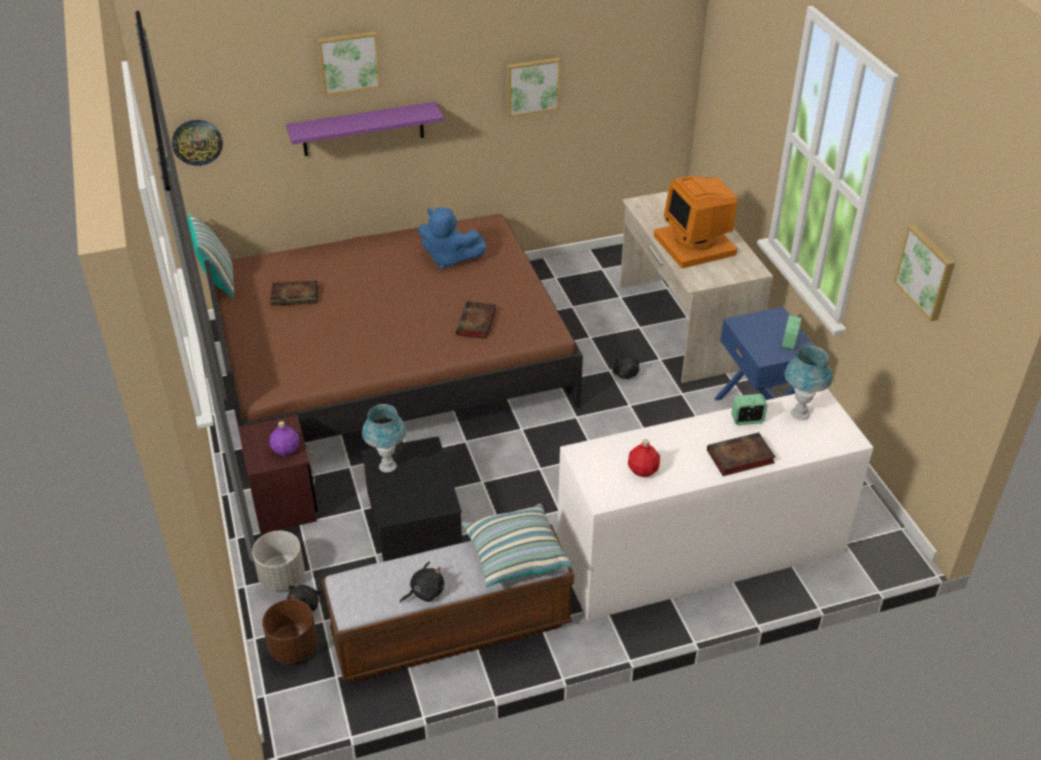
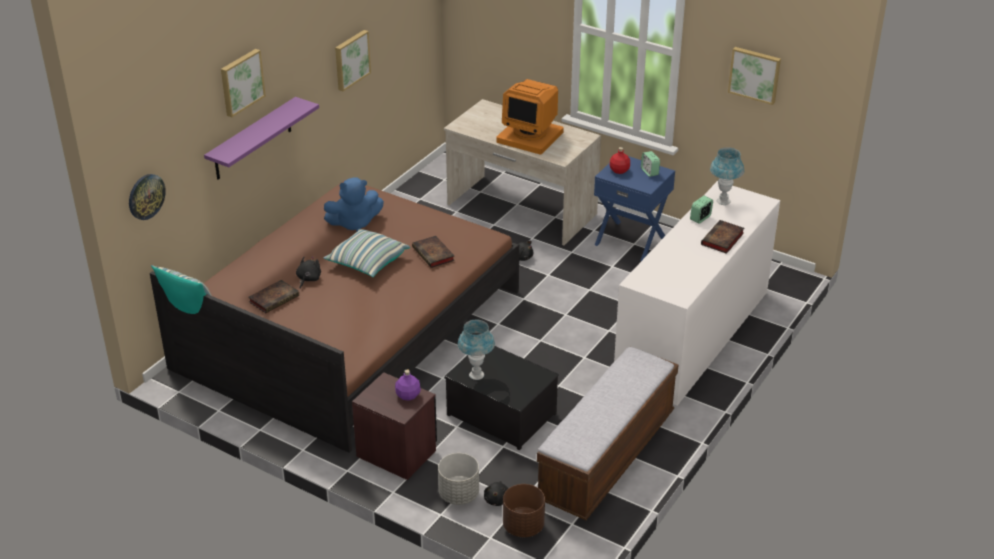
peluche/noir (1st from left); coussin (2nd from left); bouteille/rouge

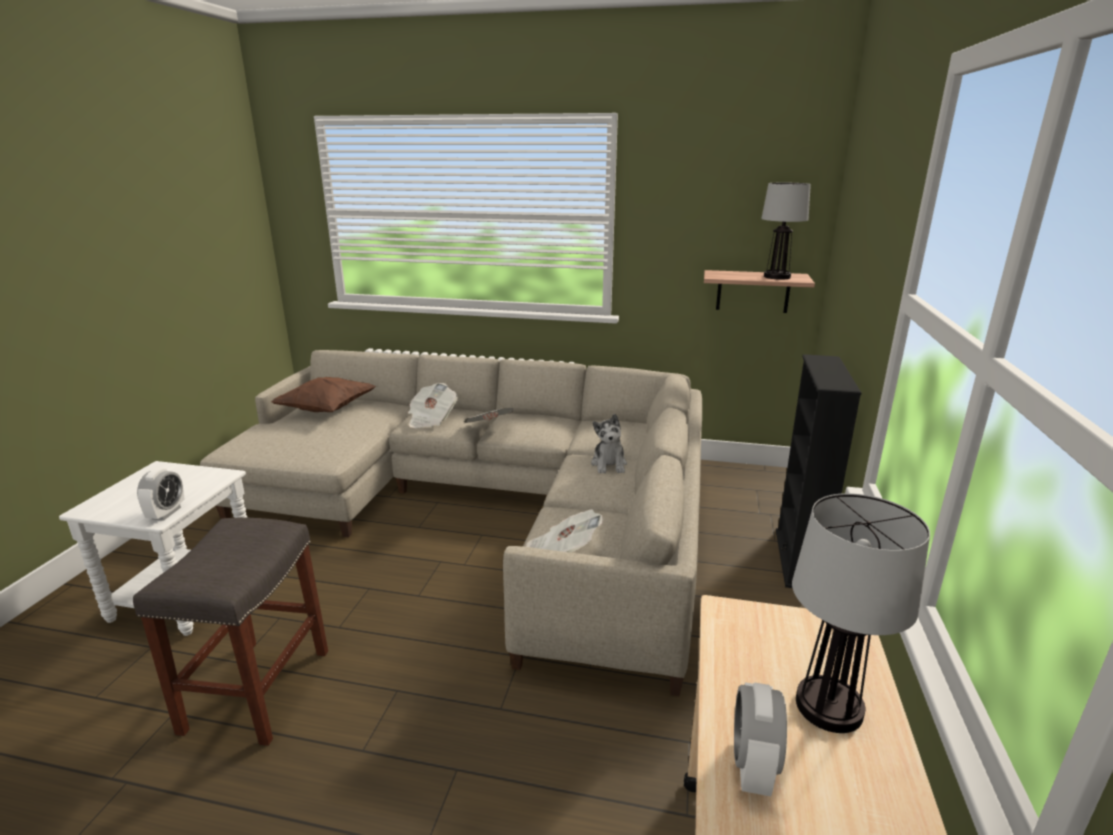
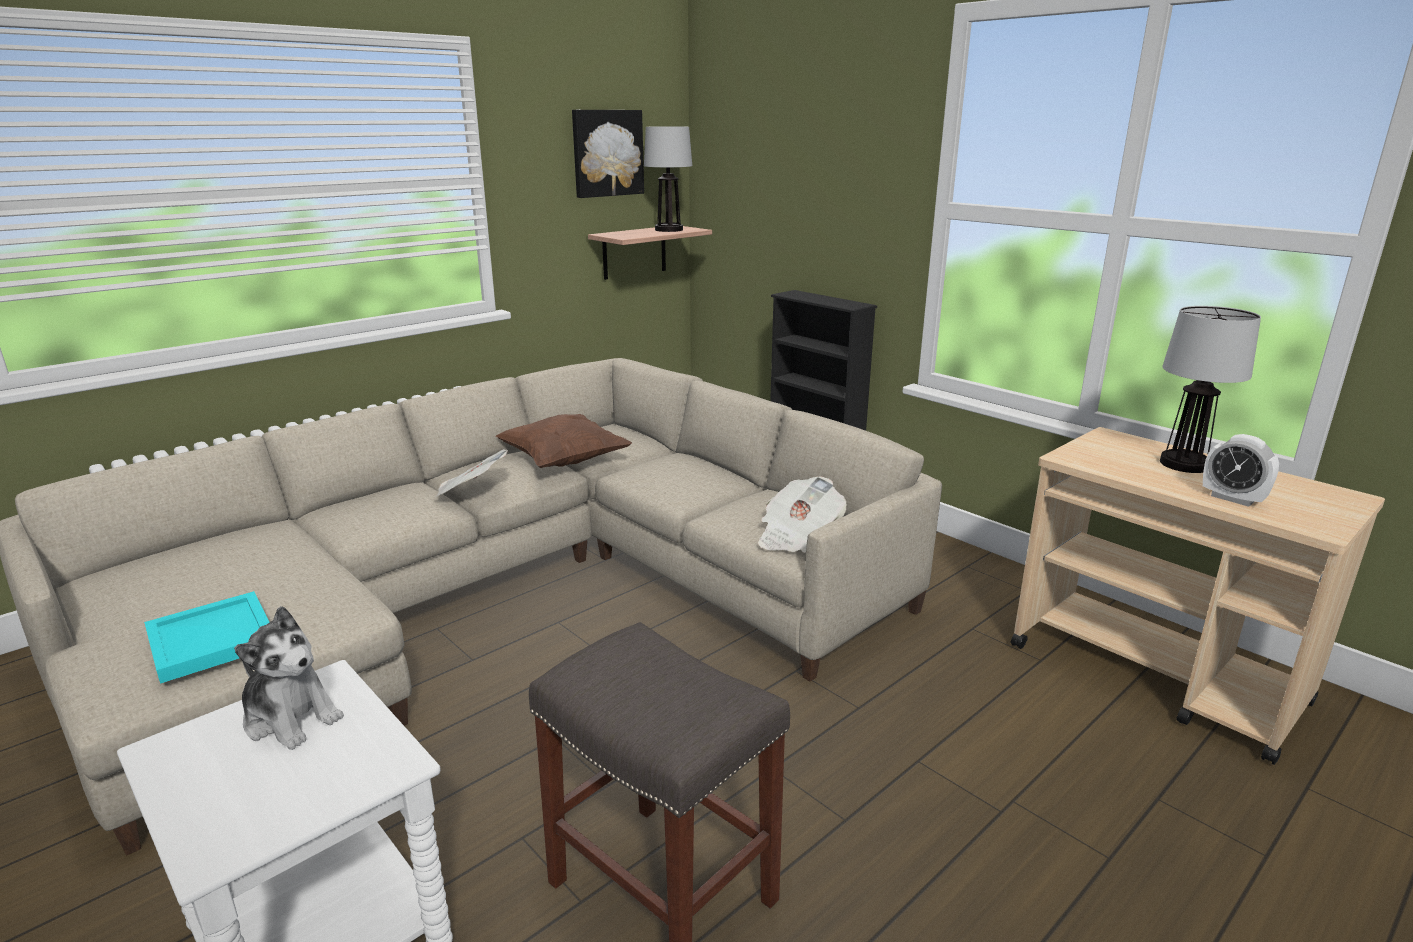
plateau/turquoise; peluche; coussin/marron; tableau; réveil (1st from left in the first image); journal (1st from left in the first image)

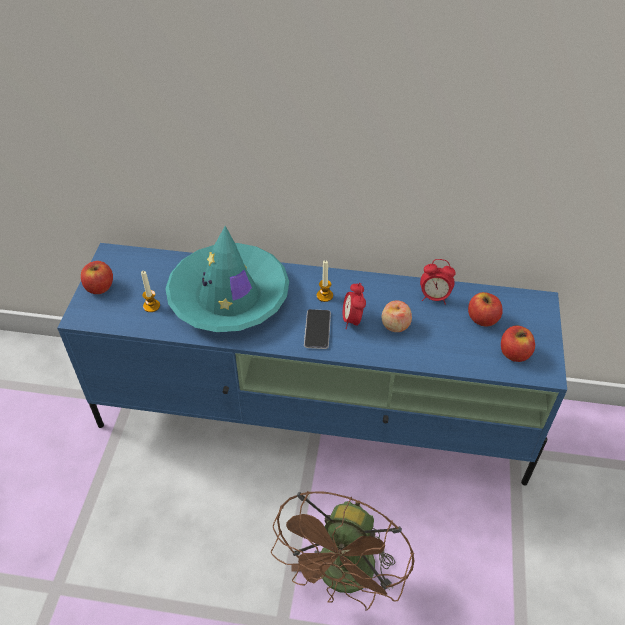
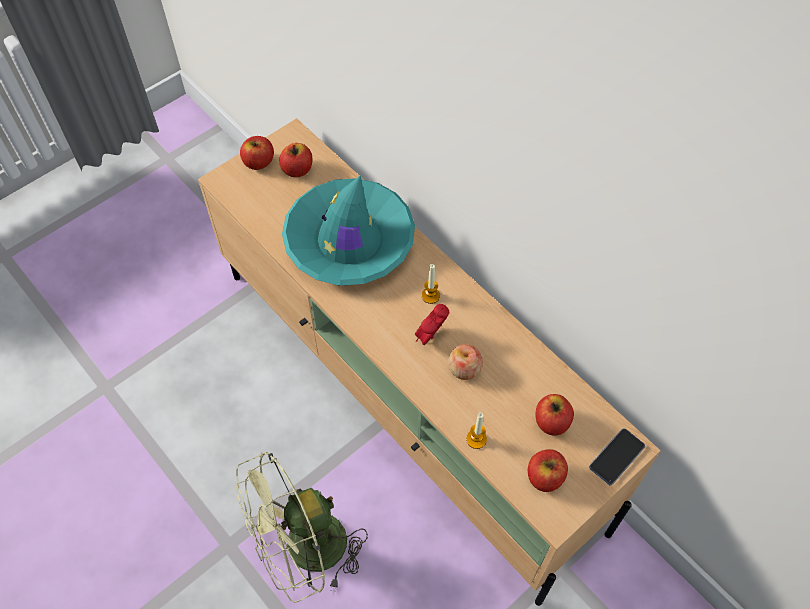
meuble télé/beige; ventilateur/vert; pomme (2nd from left); bougie (2nd from left); téléphone; réveil (2nd from left in the first image)

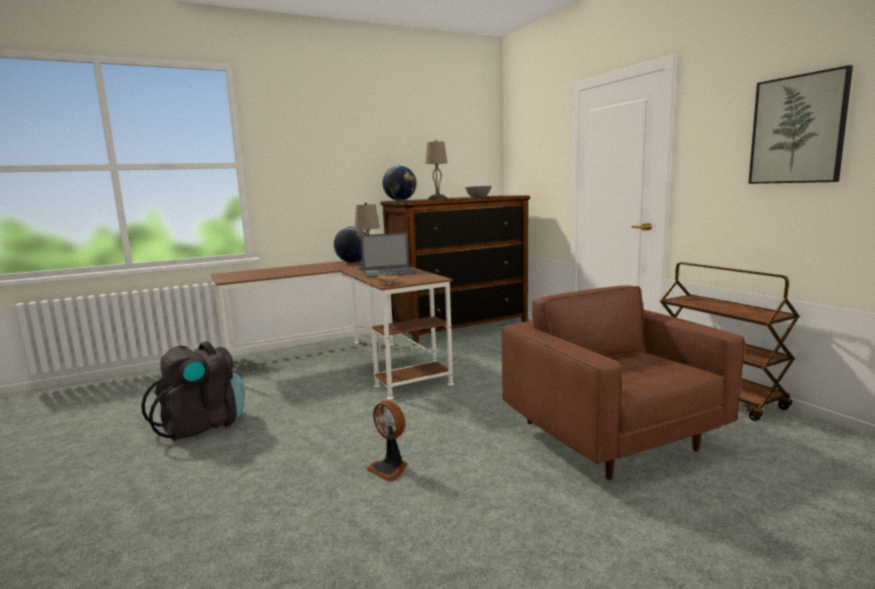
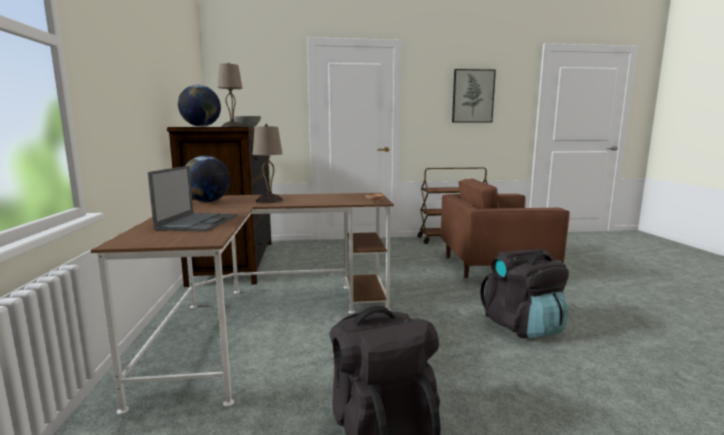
ordinateur portable; sac à dos/noir (2nd from left)

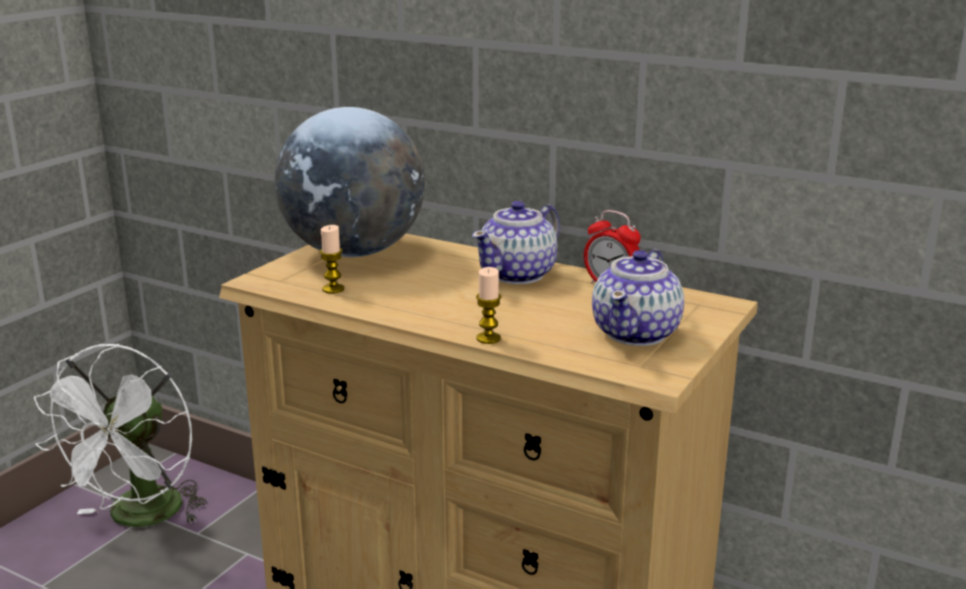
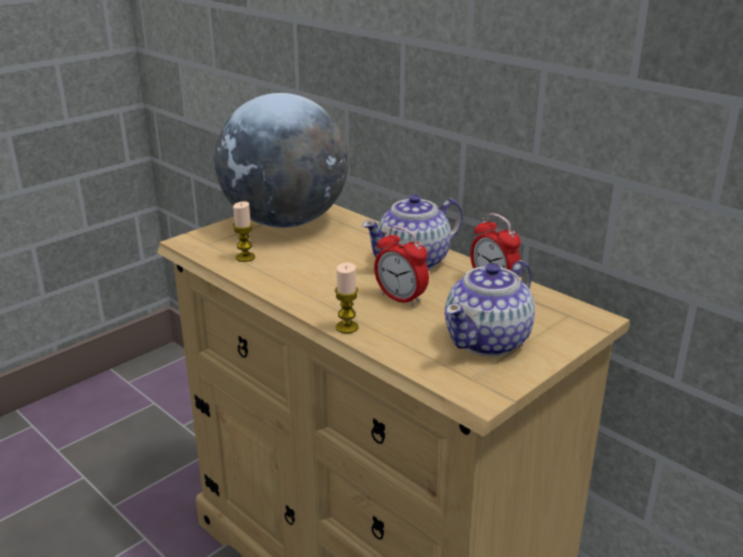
réveil (1st from left); ventilateur/blanc

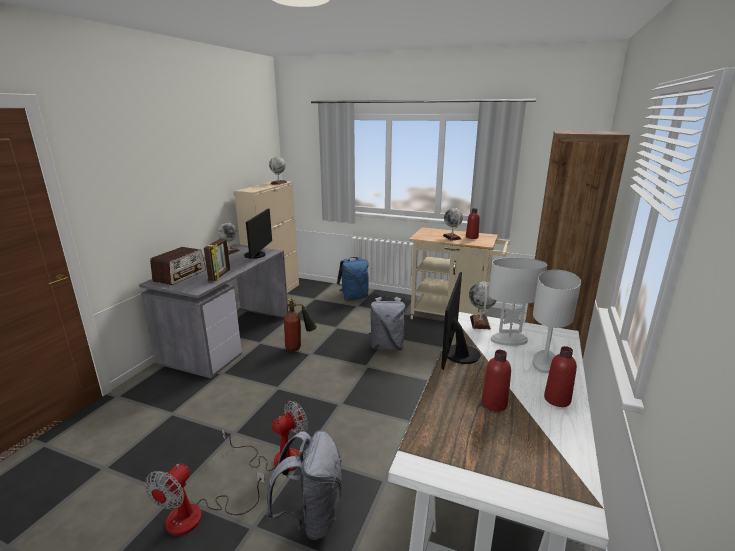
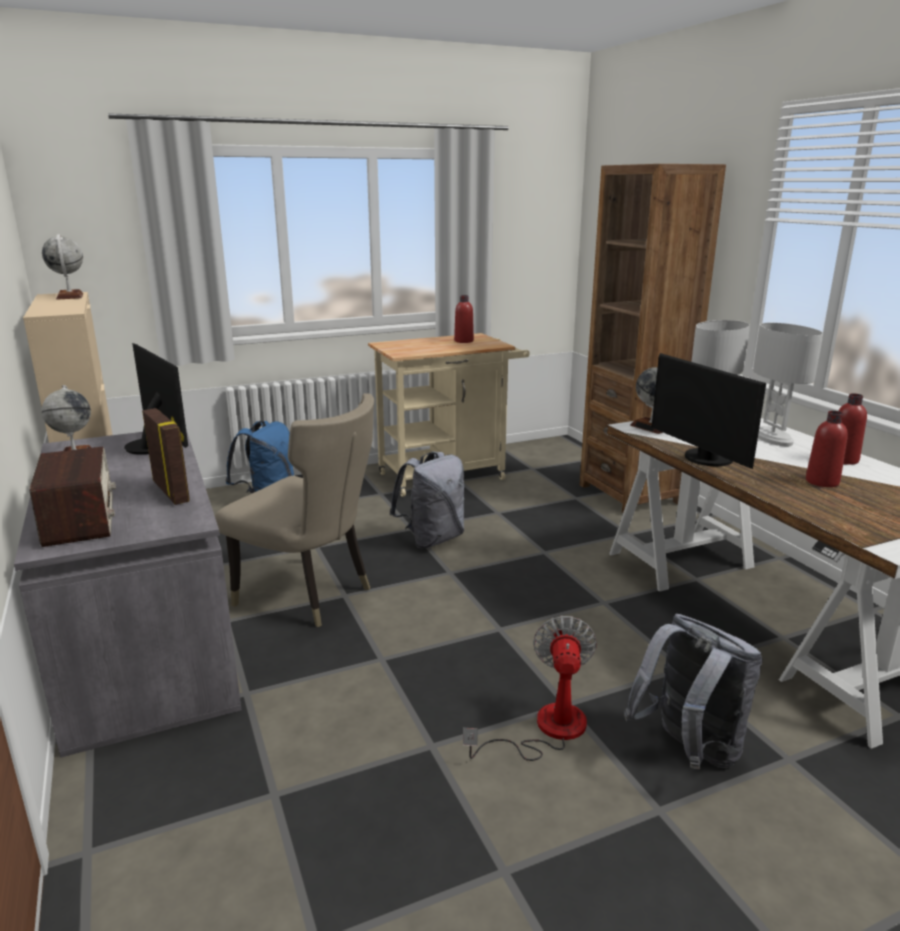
chaise/beige; ventilateur (1st from left in the first image); globe (3rd from left in the first image)

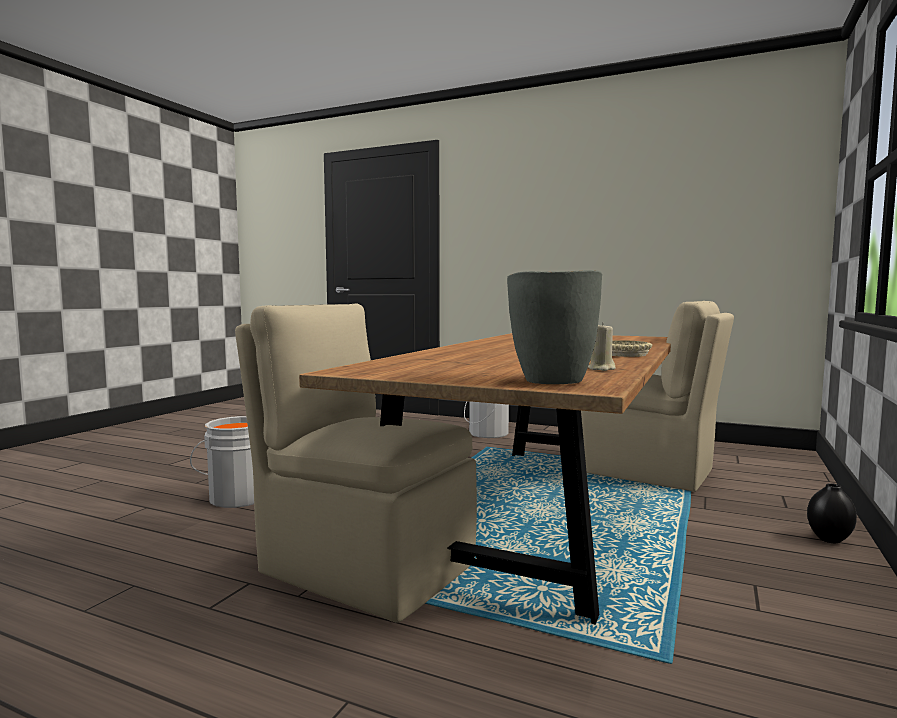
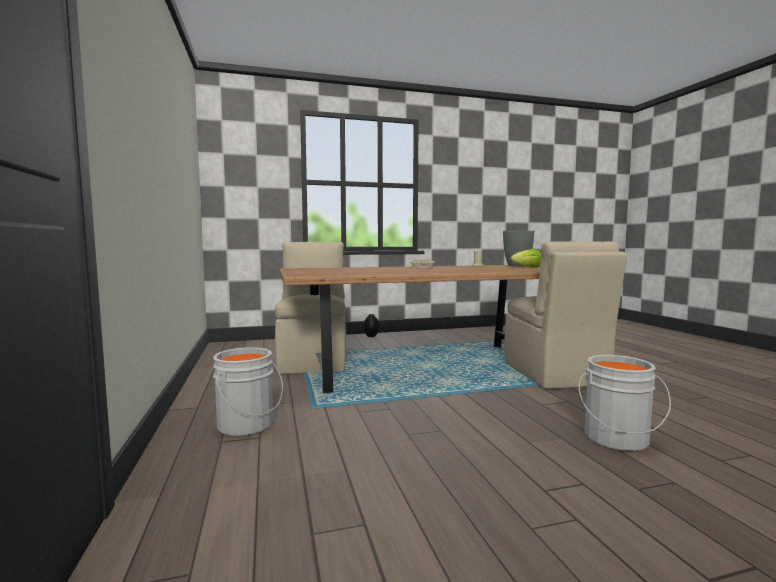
laitue

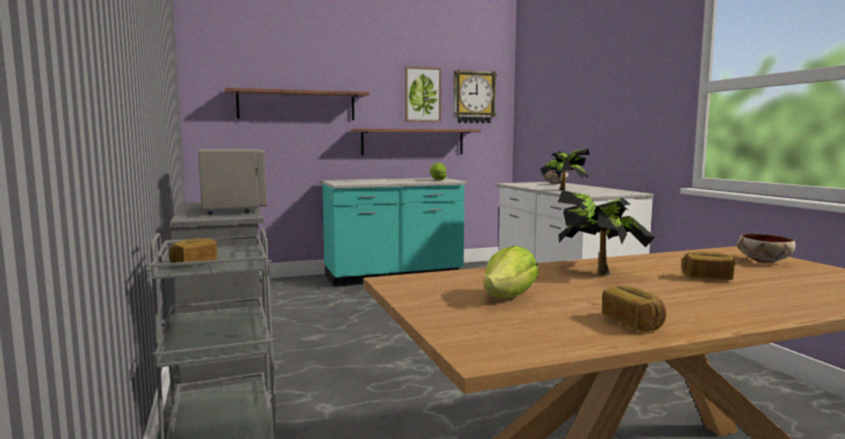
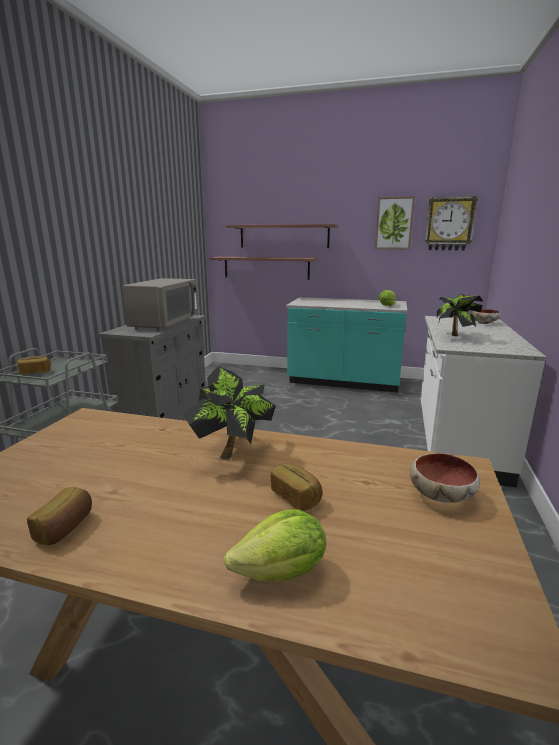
étagère (1st from left); laitue (1st from left)

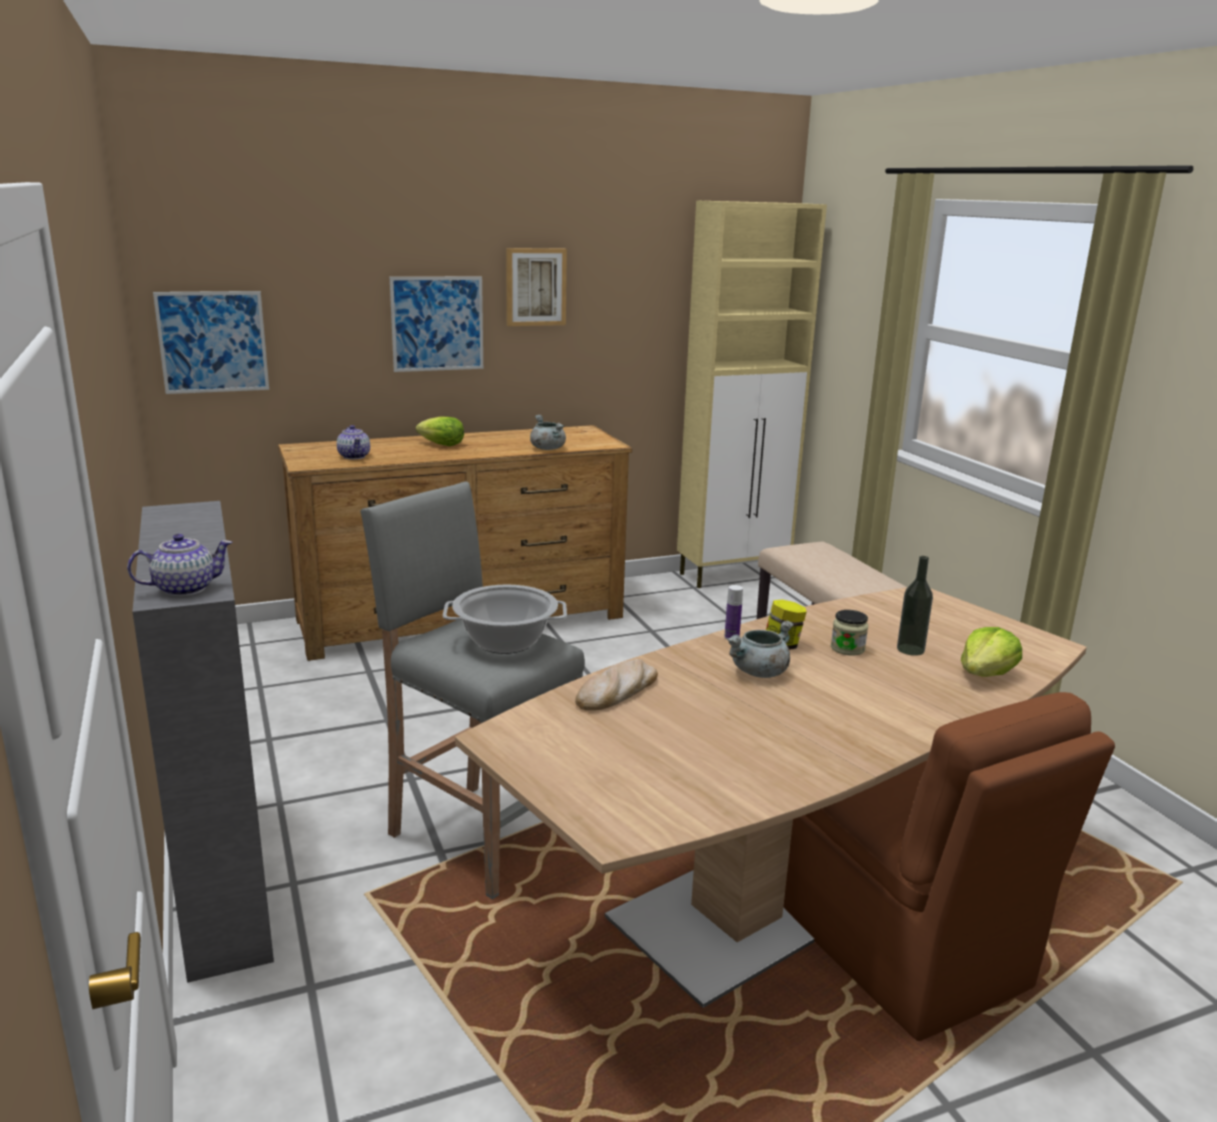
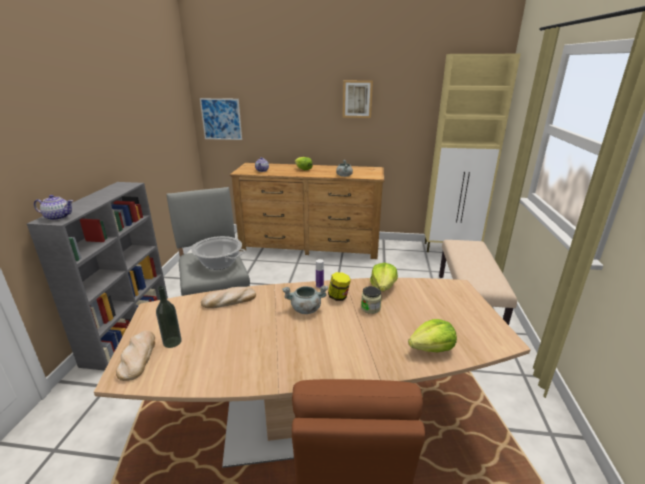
pain (1st from left); bouteille (1st from left); laitue (2nd from left); tableau (2nd from left in the first image)

